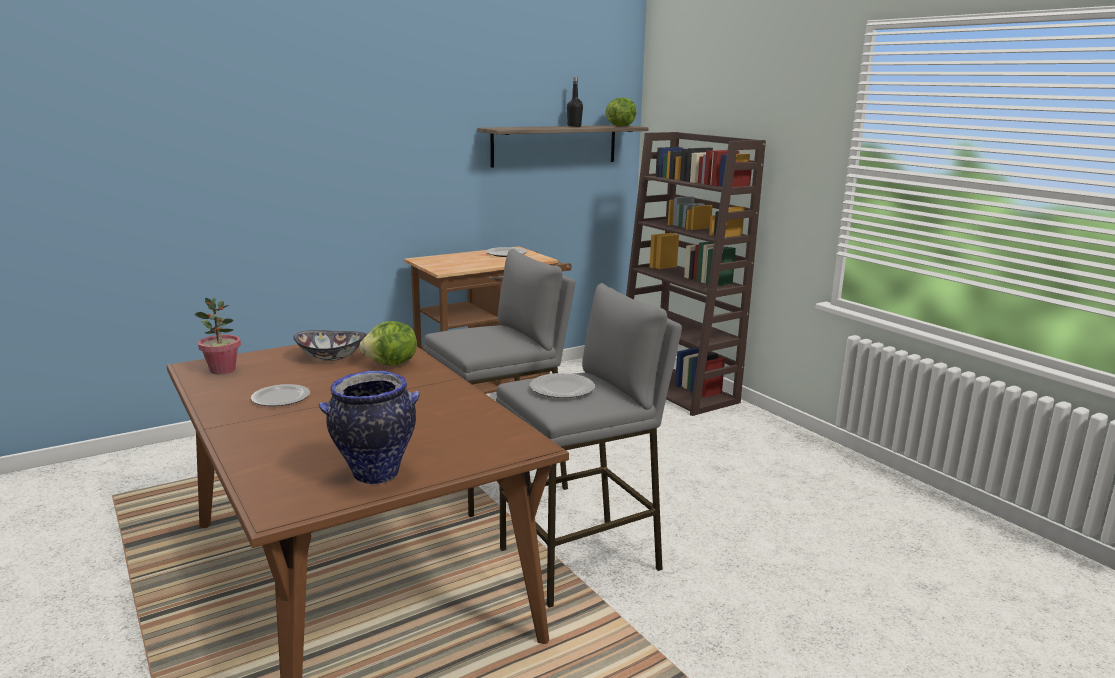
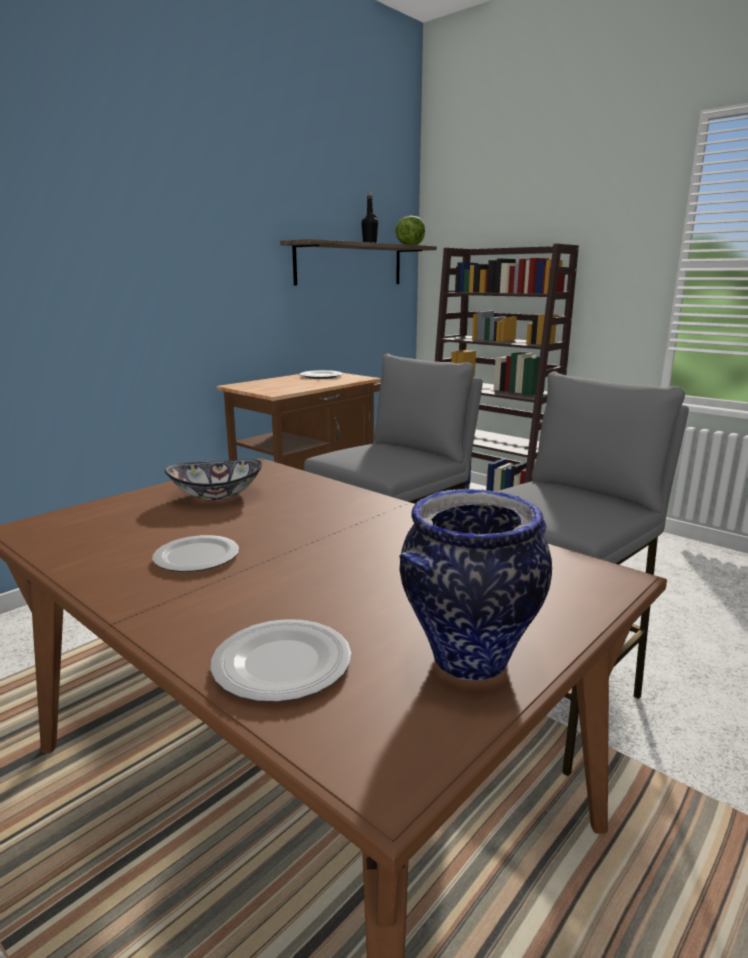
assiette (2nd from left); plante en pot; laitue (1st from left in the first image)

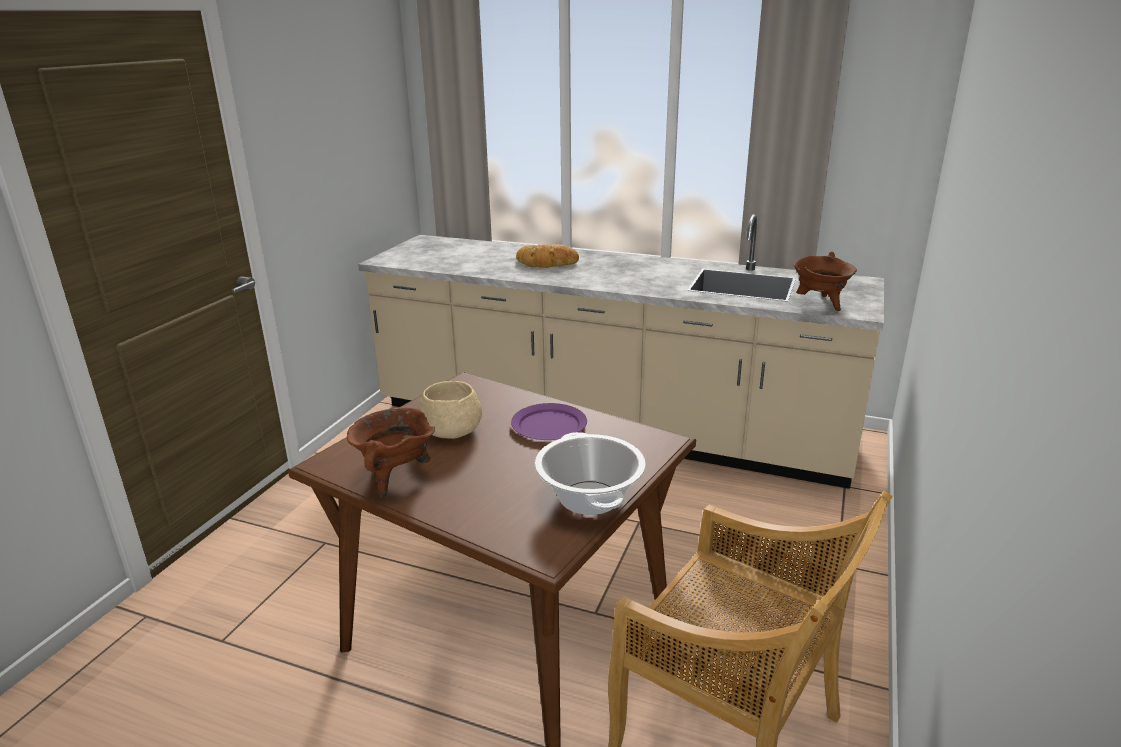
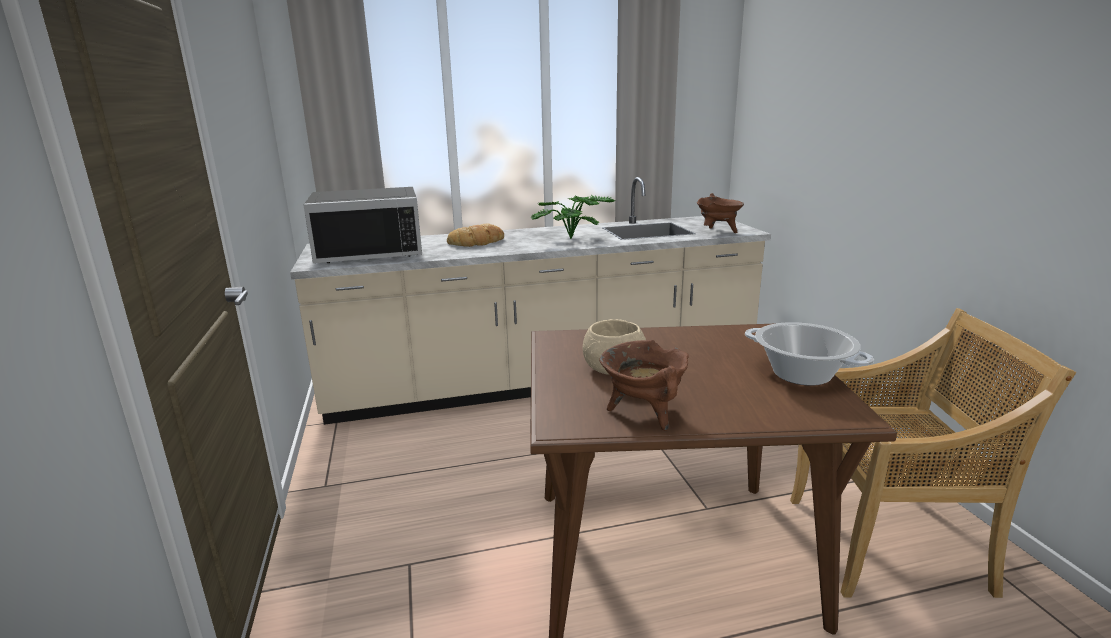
micro-ondes/noir; plante en pot; assiette/violet

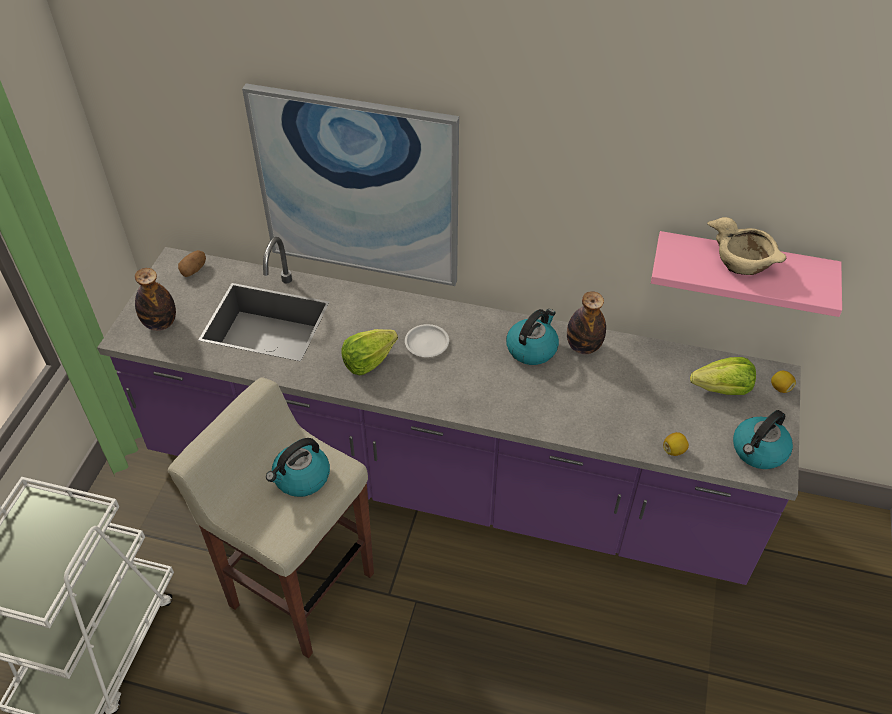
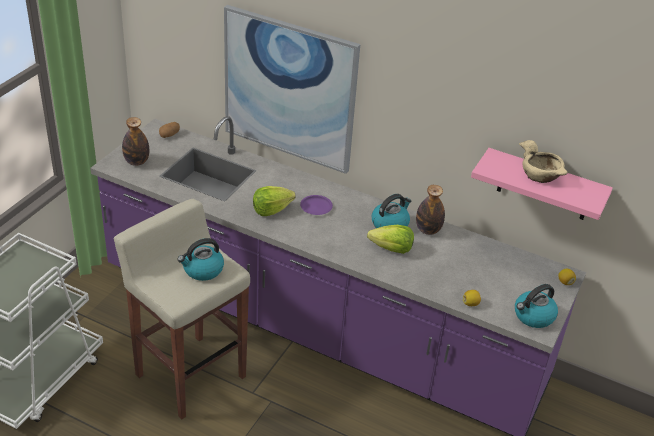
assiette/violet; laitue (2nd from left)

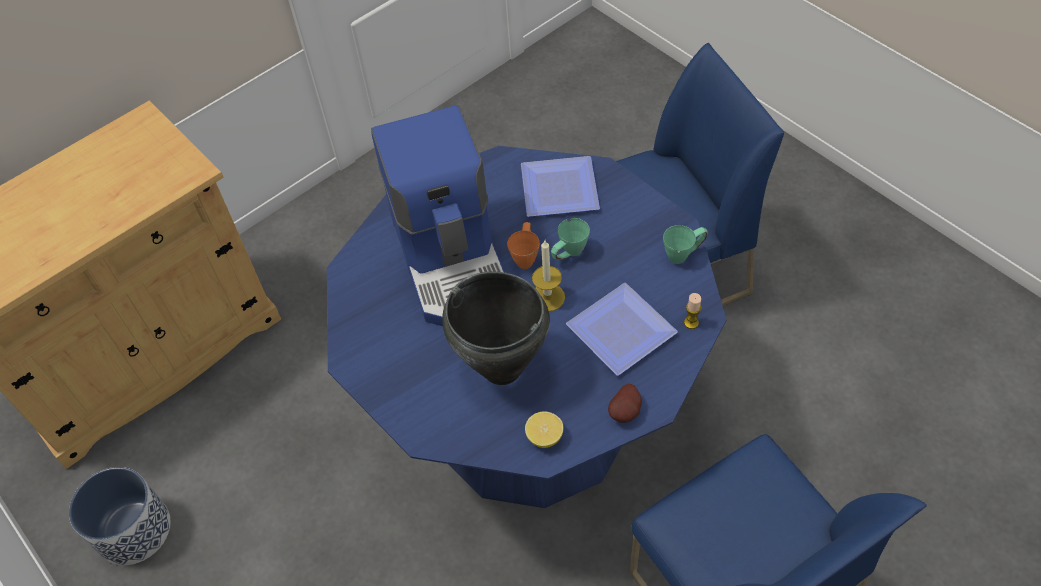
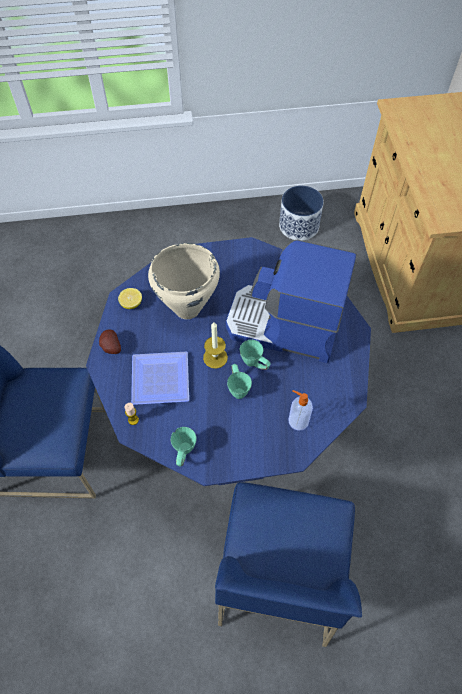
marmite/beige; mug/vert (3rd from left); distributeur de savon

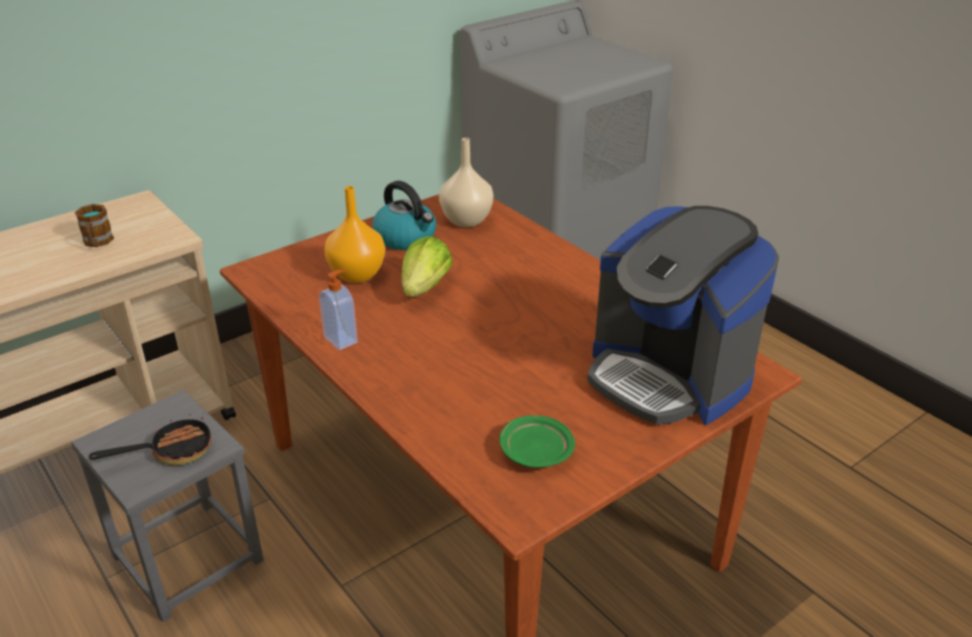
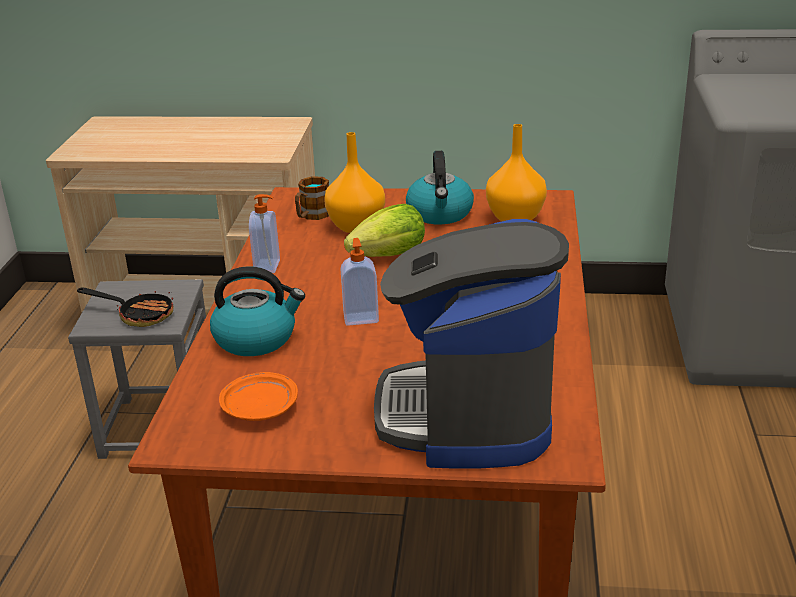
bouilloire (1st from left); assiette/orange; mug; distributeur de savon (2nd from left); vase/orange (2nd from left)

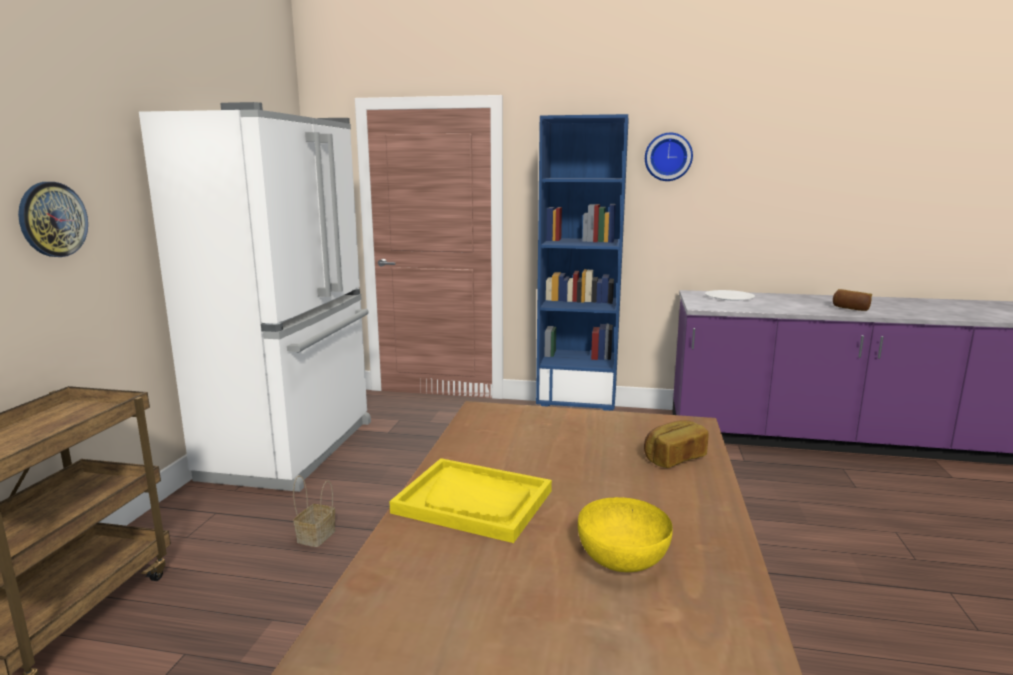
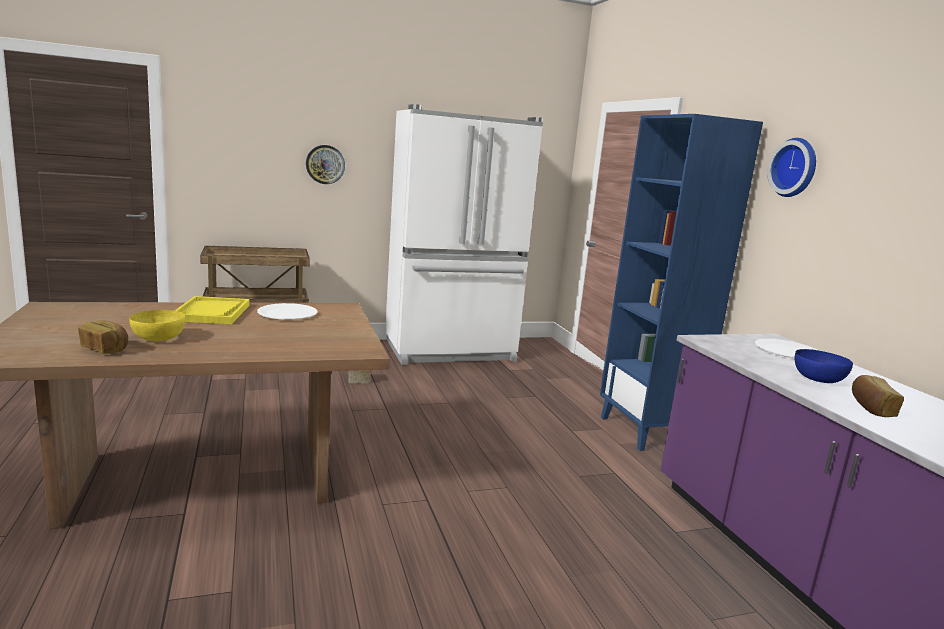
pain (1st from left); assiette/blanc (1st from left); bol/bleu

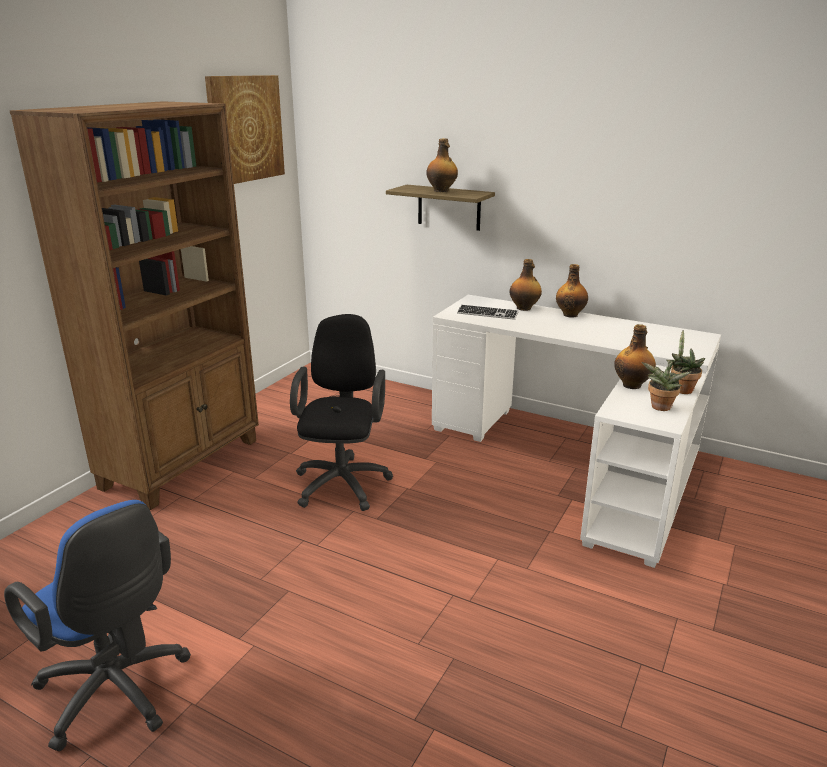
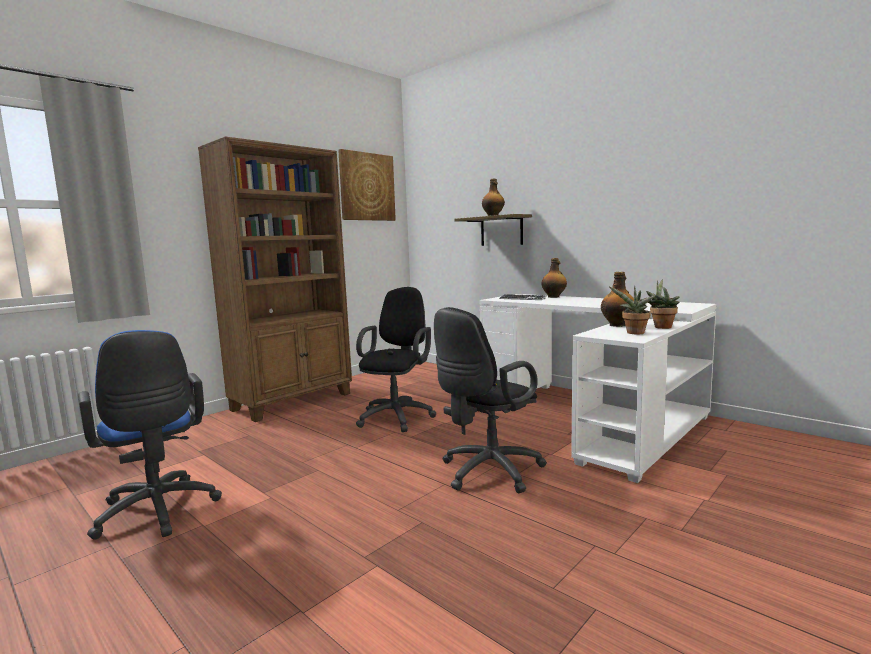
chaise de bureau/noir (2nd from left); bouteille (3rd from left in the first image)

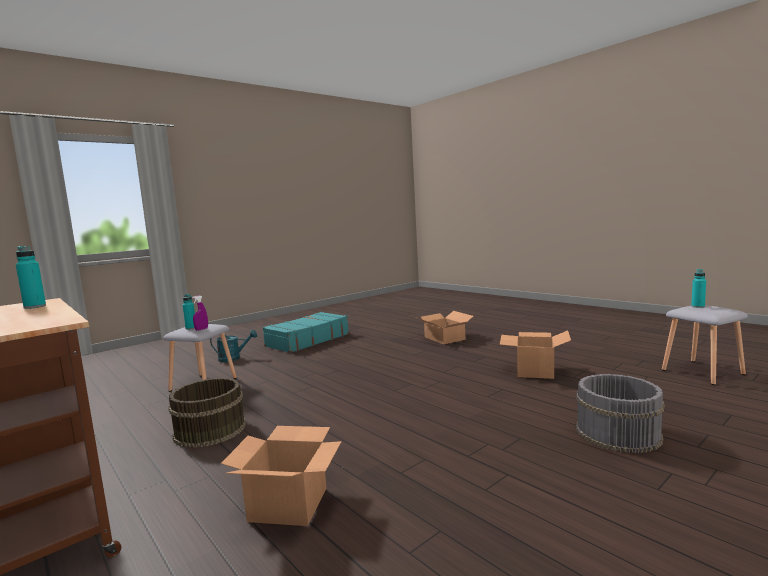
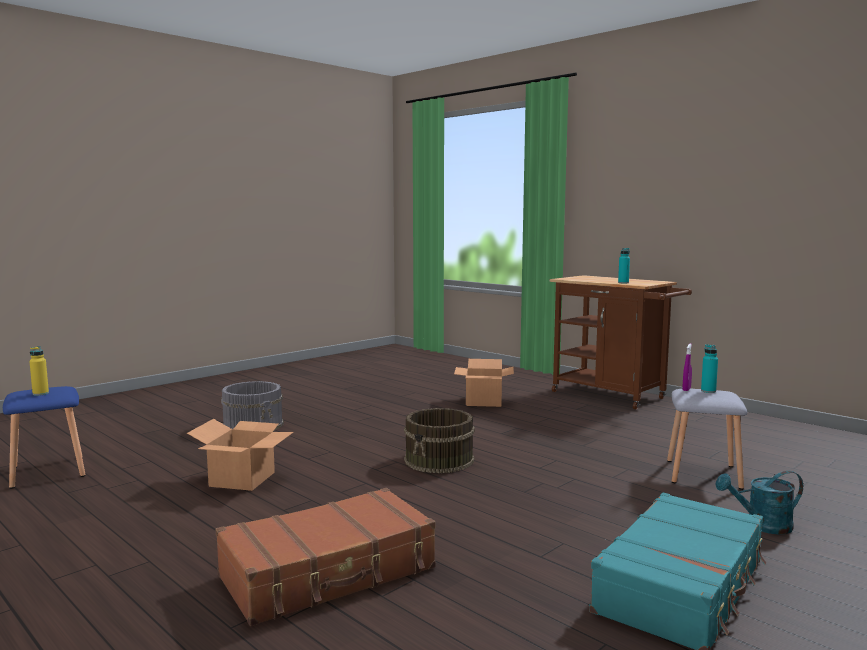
tabouret/bleu; bouteille/jaune; valise/marron; seau/marron

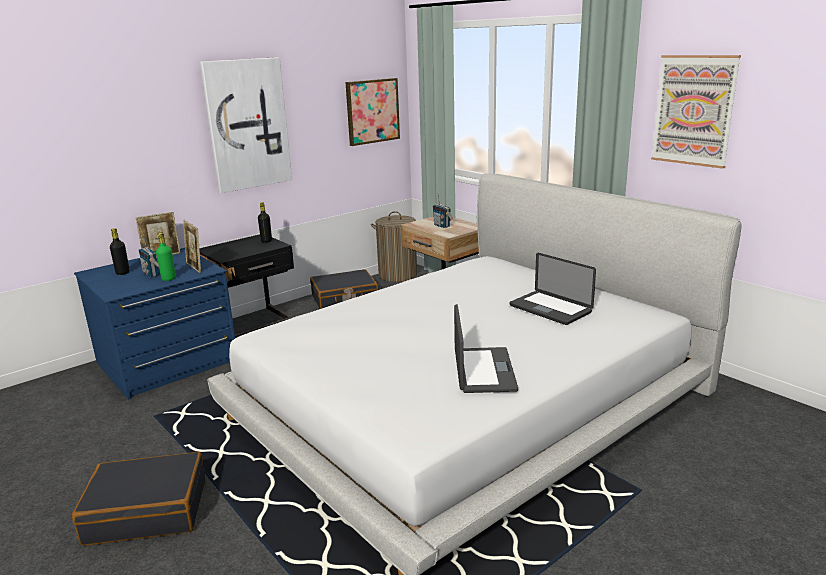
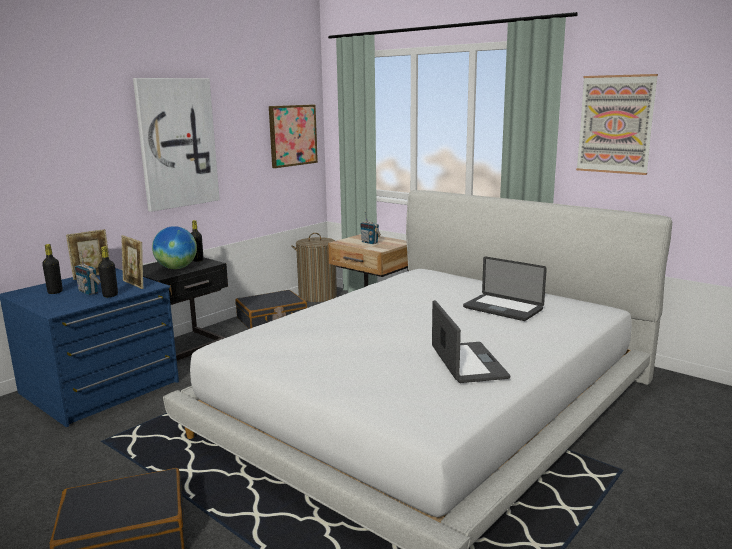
bouteille/noir (2nd from left); globe

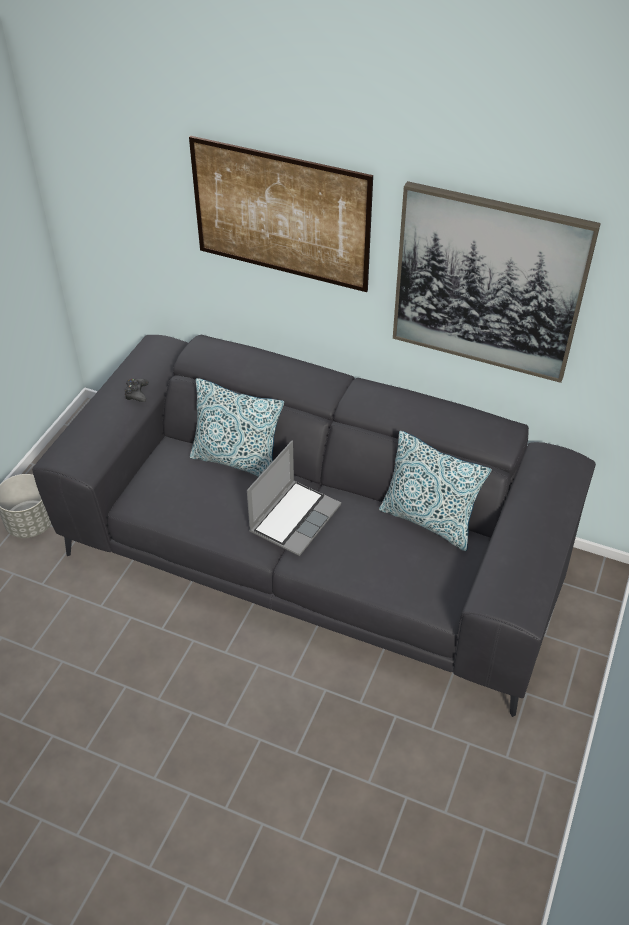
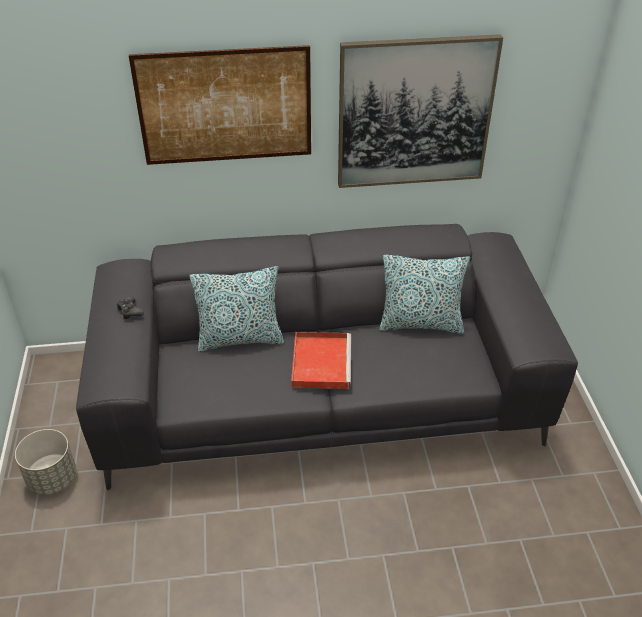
plateau/rouge

